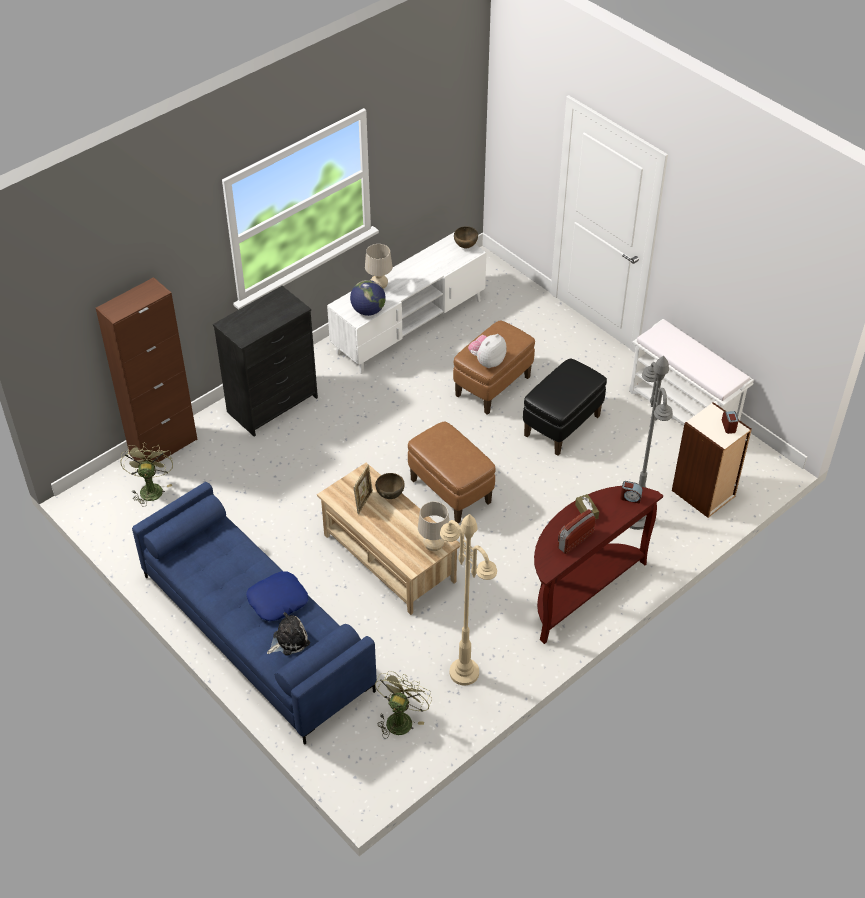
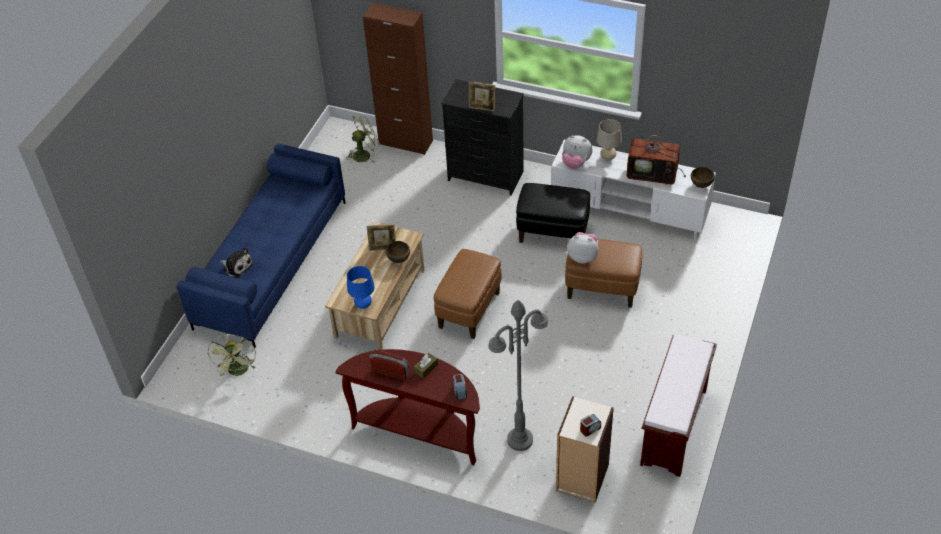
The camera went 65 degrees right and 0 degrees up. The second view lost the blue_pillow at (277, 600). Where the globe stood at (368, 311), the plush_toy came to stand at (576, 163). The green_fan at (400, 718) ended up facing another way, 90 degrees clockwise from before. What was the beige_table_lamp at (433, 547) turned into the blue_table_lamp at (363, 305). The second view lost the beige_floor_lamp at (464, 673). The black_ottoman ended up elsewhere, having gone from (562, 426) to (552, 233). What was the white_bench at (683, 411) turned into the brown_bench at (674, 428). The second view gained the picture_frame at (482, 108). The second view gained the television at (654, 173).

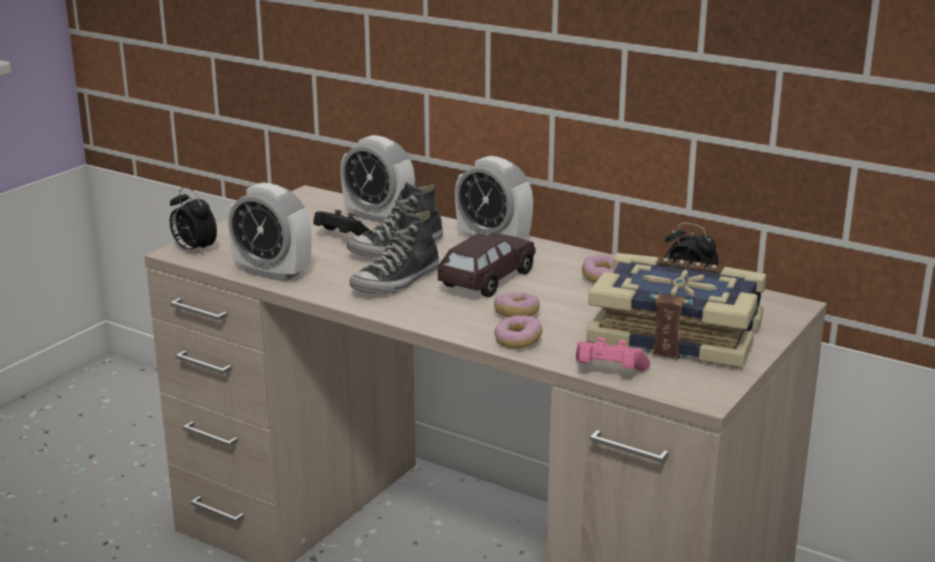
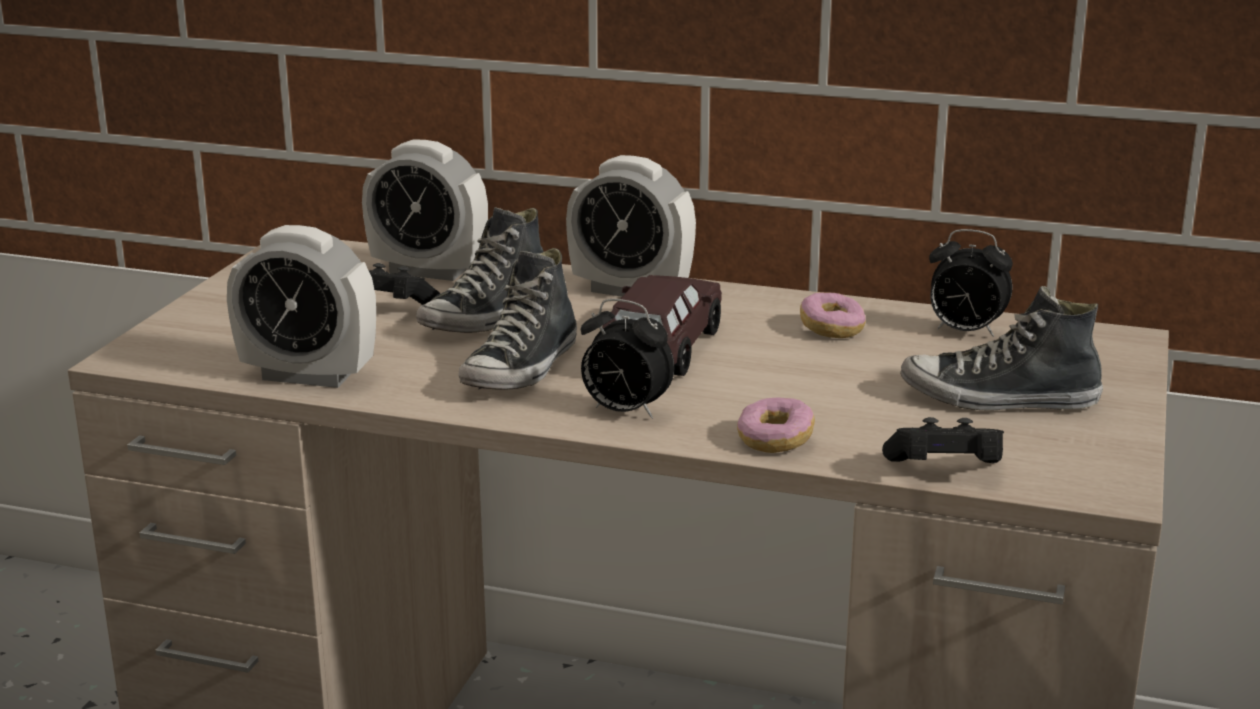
The camera went 15 degrees left and 0 degrees up. The alarm_clock ended up elsewhere, having gone from (194, 250) to (624, 411). The second view lost the donut at (516, 314). What was the pink_game_controller at (608, 372) turned into the black_game_controller at (945, 471). Where the book stood at (676, 333), the shoe came to stand at (999, 399).

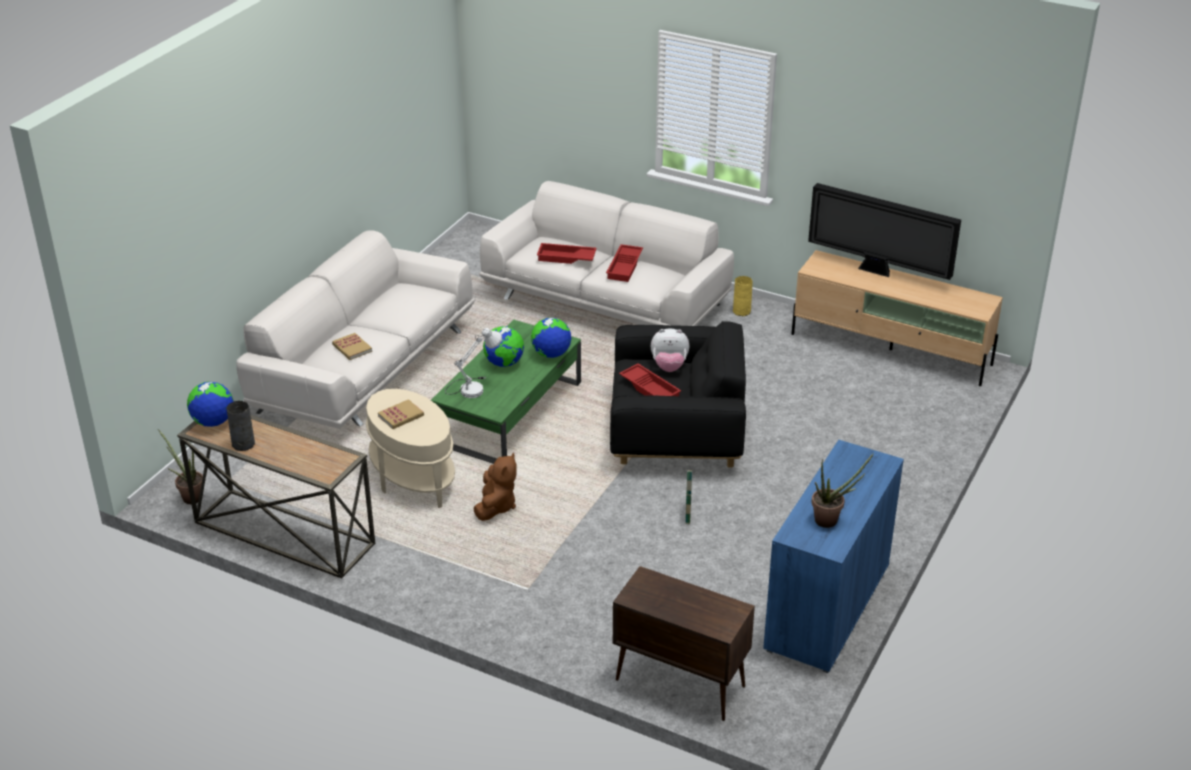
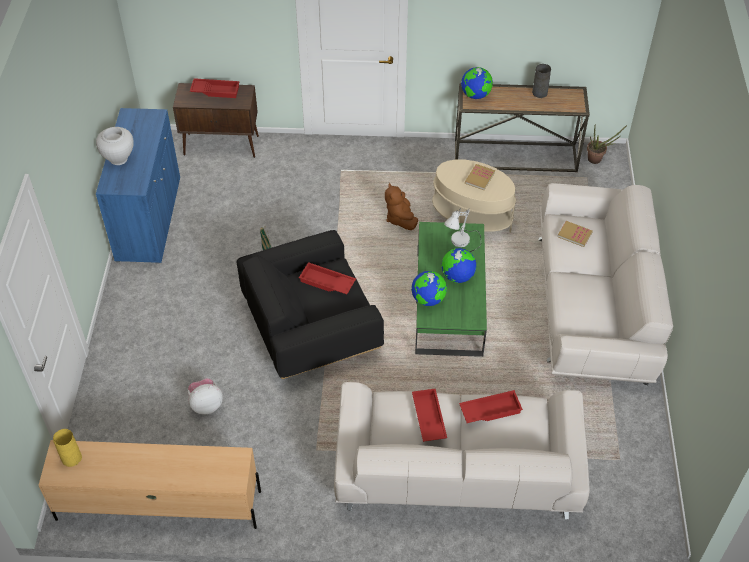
The camera went 155 degrees right and 15 degrees up. The globe ended up elsewhere, having gone from (213, 422) to (475, 95). The plush_toy ended up elsewhere, having gone from (669, 367) to (206, 404). The yellow_vase ended up elsewhere, having gone from (741, 312) to (71, 458). The second view lost the television at (877, 271). The second view lost the potted_plant at (831, 520). The second view gained the white_vase at (118, 158). The second view gained the red_tray at (216, 90).

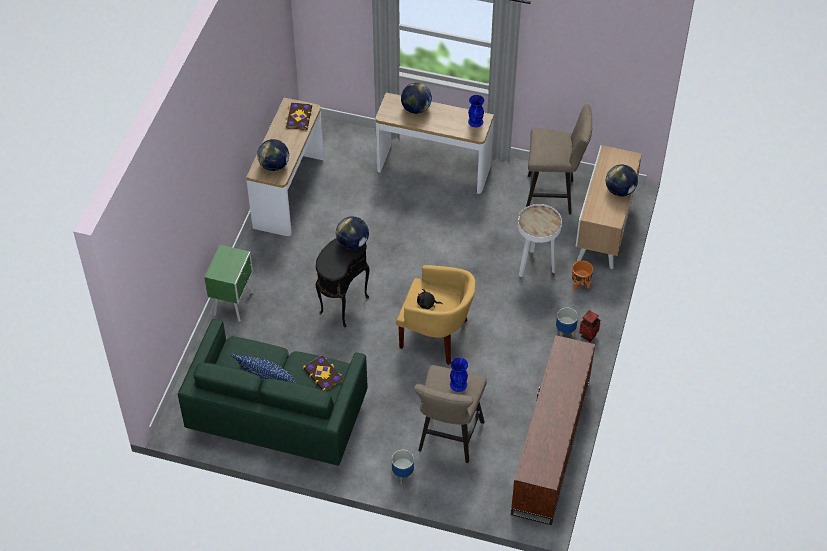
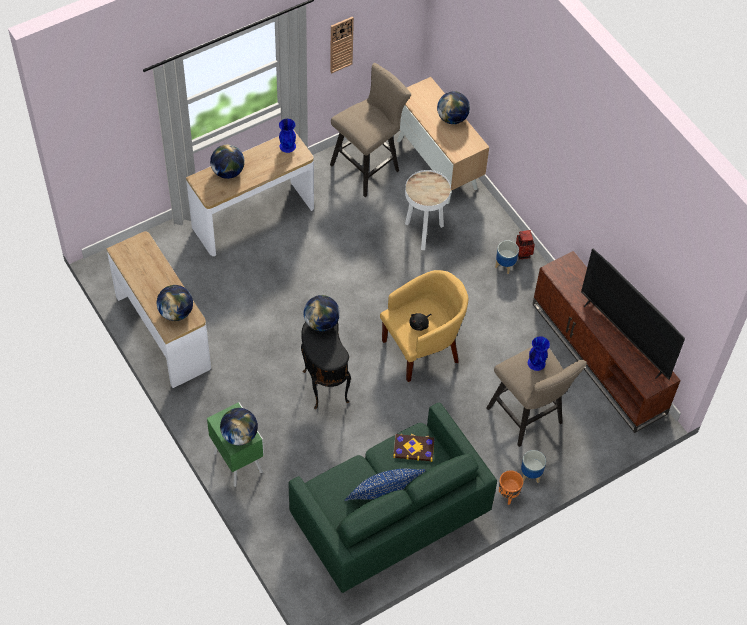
The camera went 50 degrees left and 5 degrees up. The second view lost the book at (298, 117). The orange_planter ended up elsewhere, having gone from (580, 285) to (508, 495). The second view gained the globe at (239, 435). The second view gained the wall_clock at (341, 44). The second view gained the television at (624, 338).

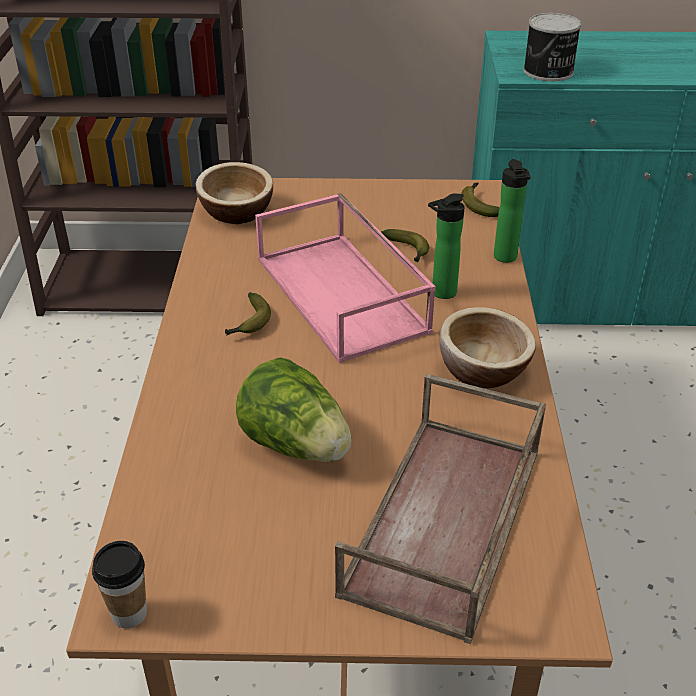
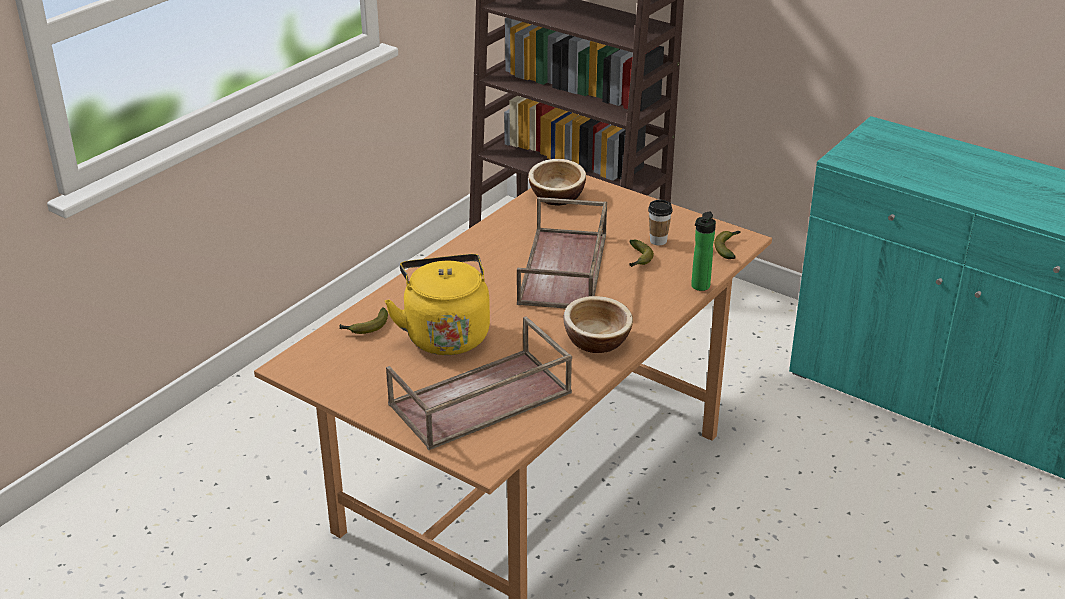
The camera went 35 degrees right and 5 degrees down. The cup ended up elsewhere, having gone from (129, 613) to (658, 241). The banana ended up elsewhere, having gone from (249, 323) to (365, 327). Where the lettuce stood at (296, 444), the yellow_kettle came to stand at (445, 334). What was the pink_tray at (343, 295) turned into the brown_tray at (564, 269). The second view lost the bottle at (441, 293). The second view lost the can at (549, 72).

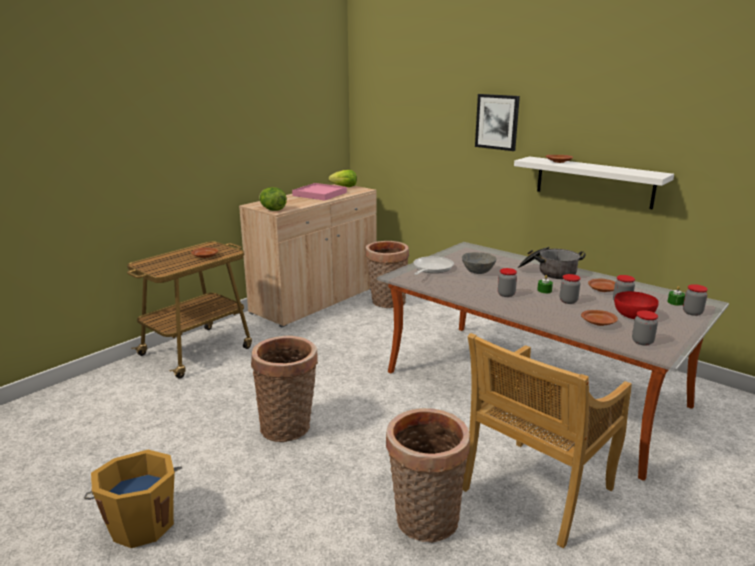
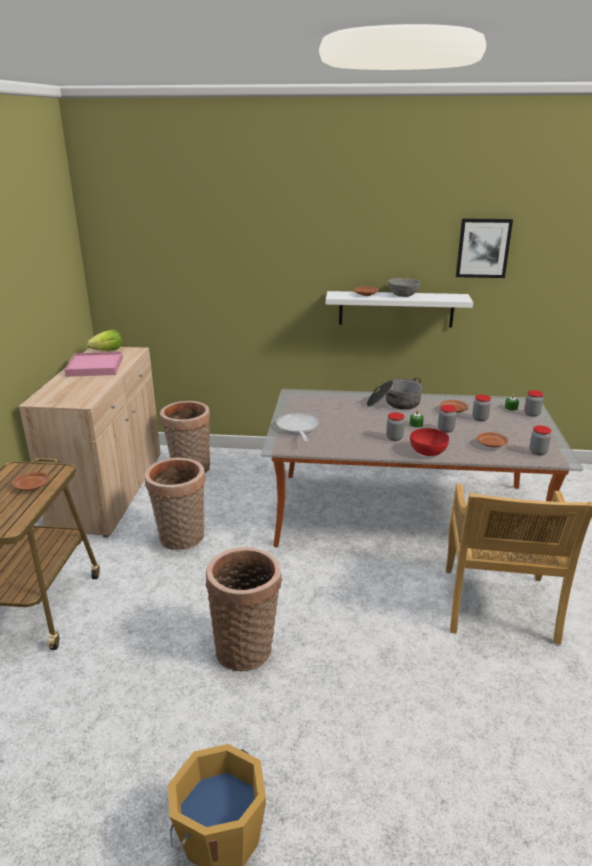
The camera went 35 degrees left and 5 degrees up. The second view lost the lettuce at (273, 210). The basket ended up elsewhere, having gone from (425, 523) to (181, 539). The grey_bowl ended up elsewhere, having gone from (478, 272) to (403, 295). The picture ended up elsewhere, having gone from (497, 122) to (483, 248). The red_bowl ended up elsewhere, having gone from (633, 316) to (428, 452).

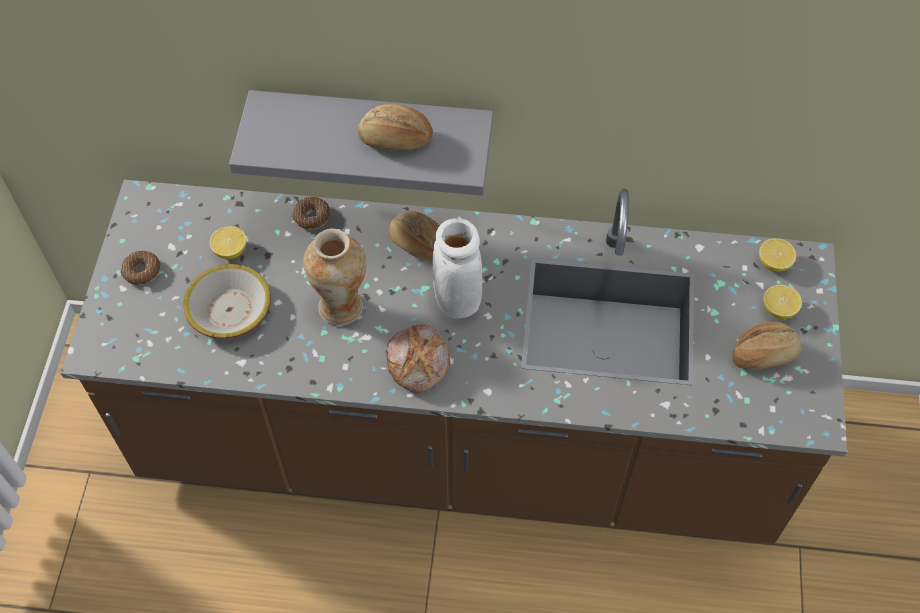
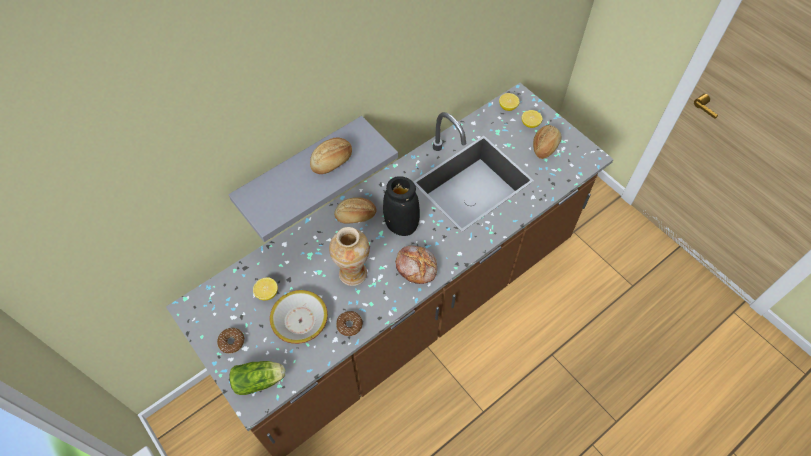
The camera went 45 degrees left and 0 degrees up. The donut ended up elsewhere, having gone from (312, 217) to (349, 325). What was the white_vase at (457, 299) turned into the black_vase at (401, 225). The second view gained the lettuce at (260, 380).

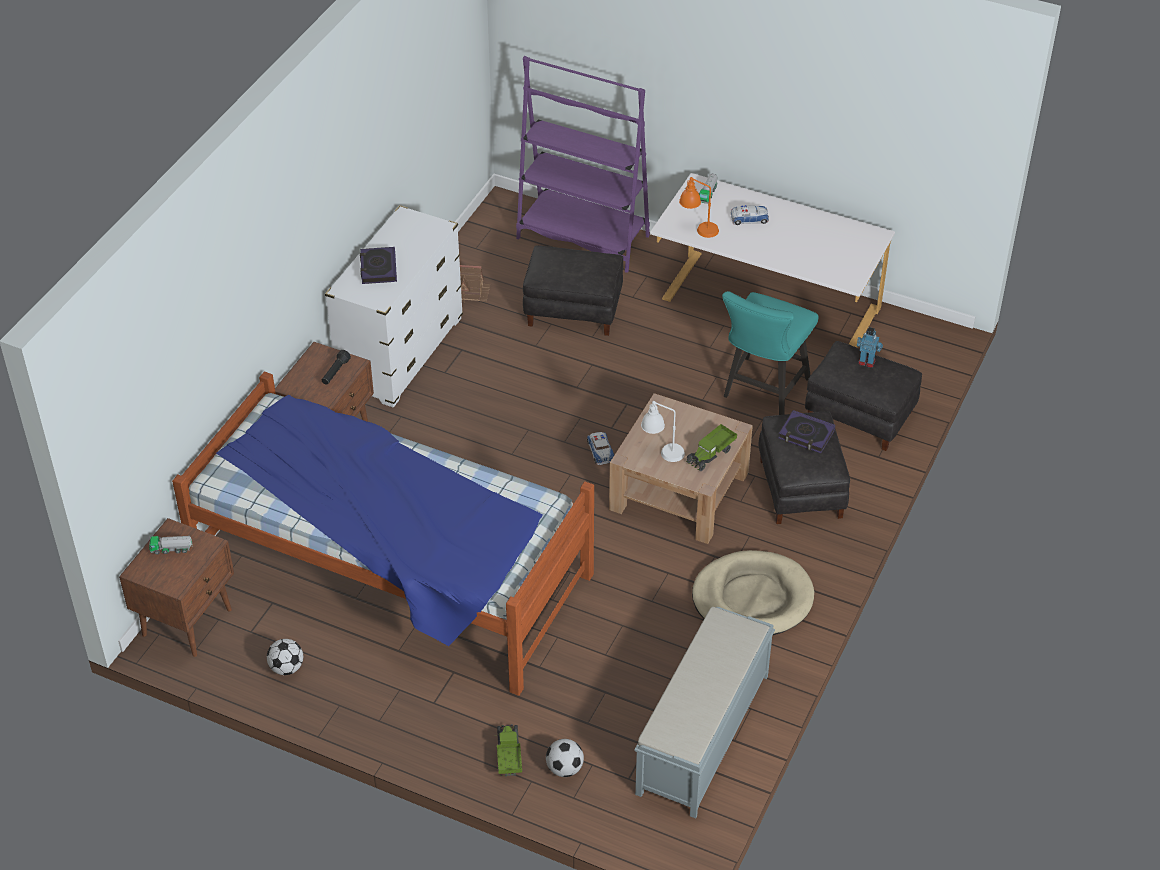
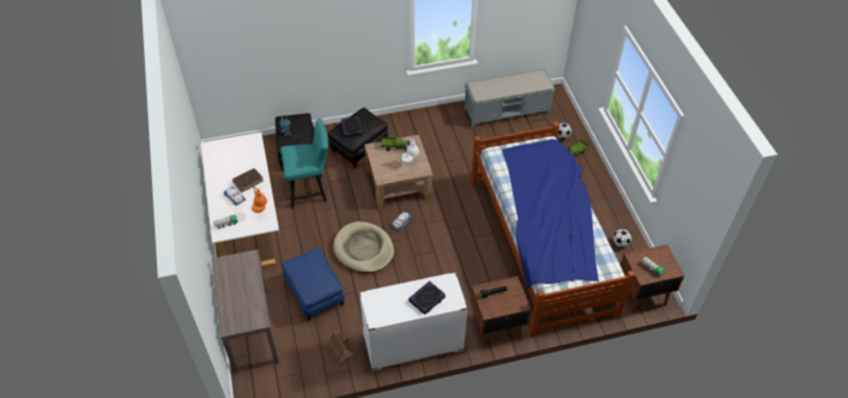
The camera went 130 degrees left and 5 degrees up. Where the purple_bookcase stood at (583, 237), the brown_console_table came to stand at (251, 328). What was the black_ottoman at (574, 310) turned into the blue_ottoman at (314, 293). The beige_dog_bed ended up elsewhere, having gone from (752, 598) to (364, 249). The second view gained the brown_book at (248, 182).

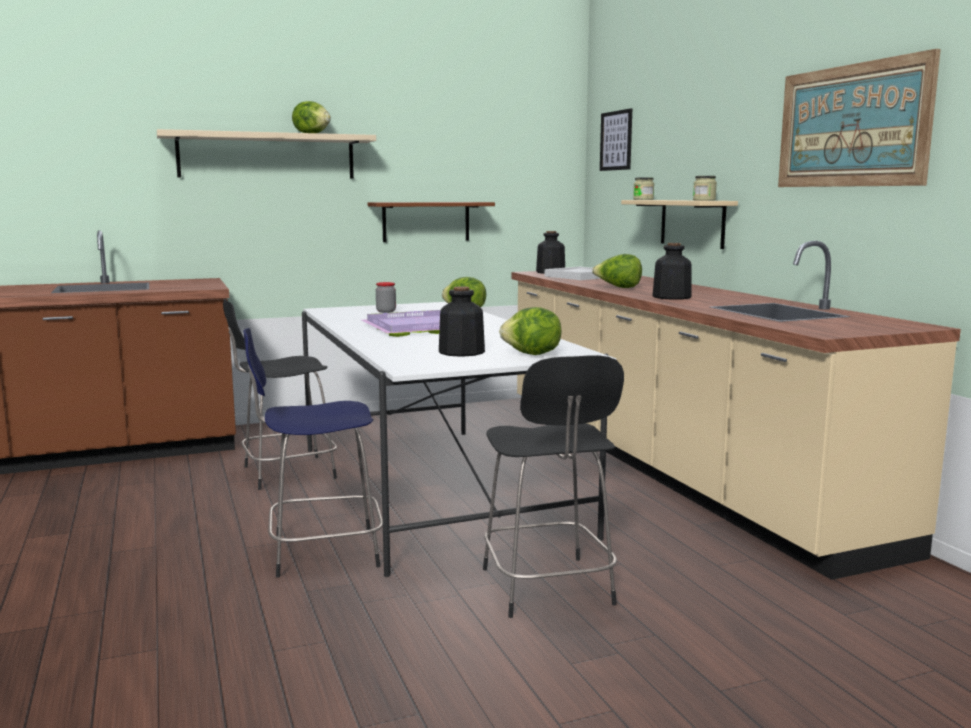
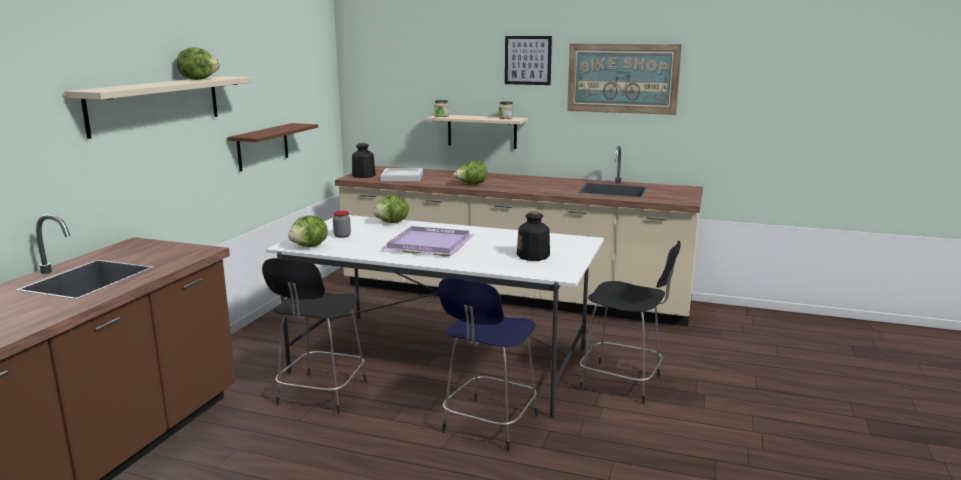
The camera went 50 degrees left and 5 degrees up. The lettuce ended up elsewhere, having gone from (532, 355) to (310, 246). The picture ended up elsewhere, having gone from (616, 140) to (528, 60). The second view lost the bottle at (671, 297).

